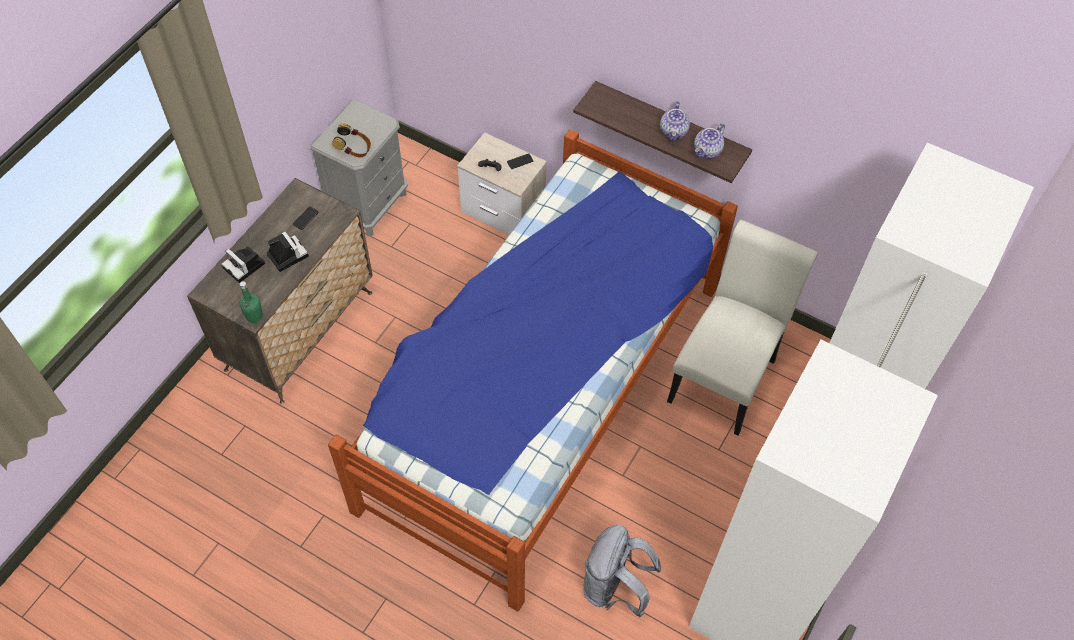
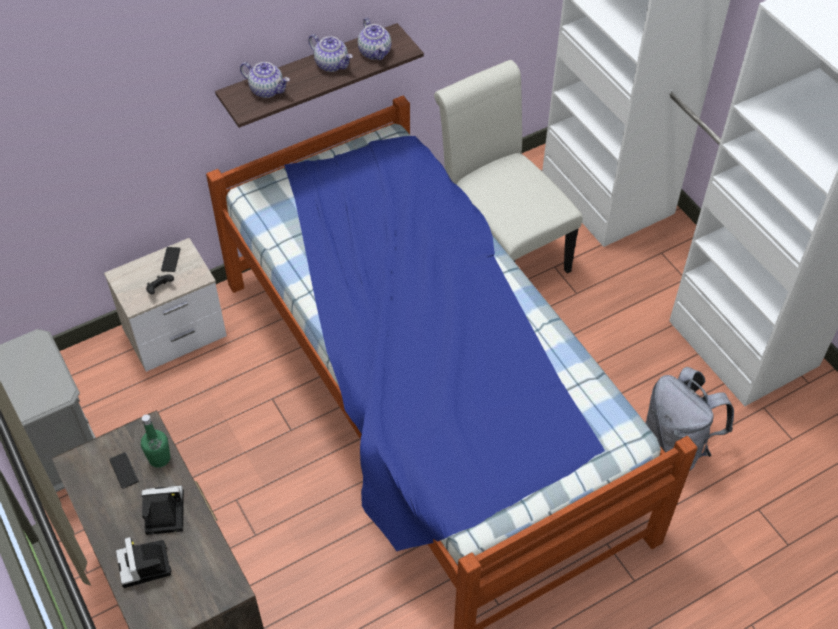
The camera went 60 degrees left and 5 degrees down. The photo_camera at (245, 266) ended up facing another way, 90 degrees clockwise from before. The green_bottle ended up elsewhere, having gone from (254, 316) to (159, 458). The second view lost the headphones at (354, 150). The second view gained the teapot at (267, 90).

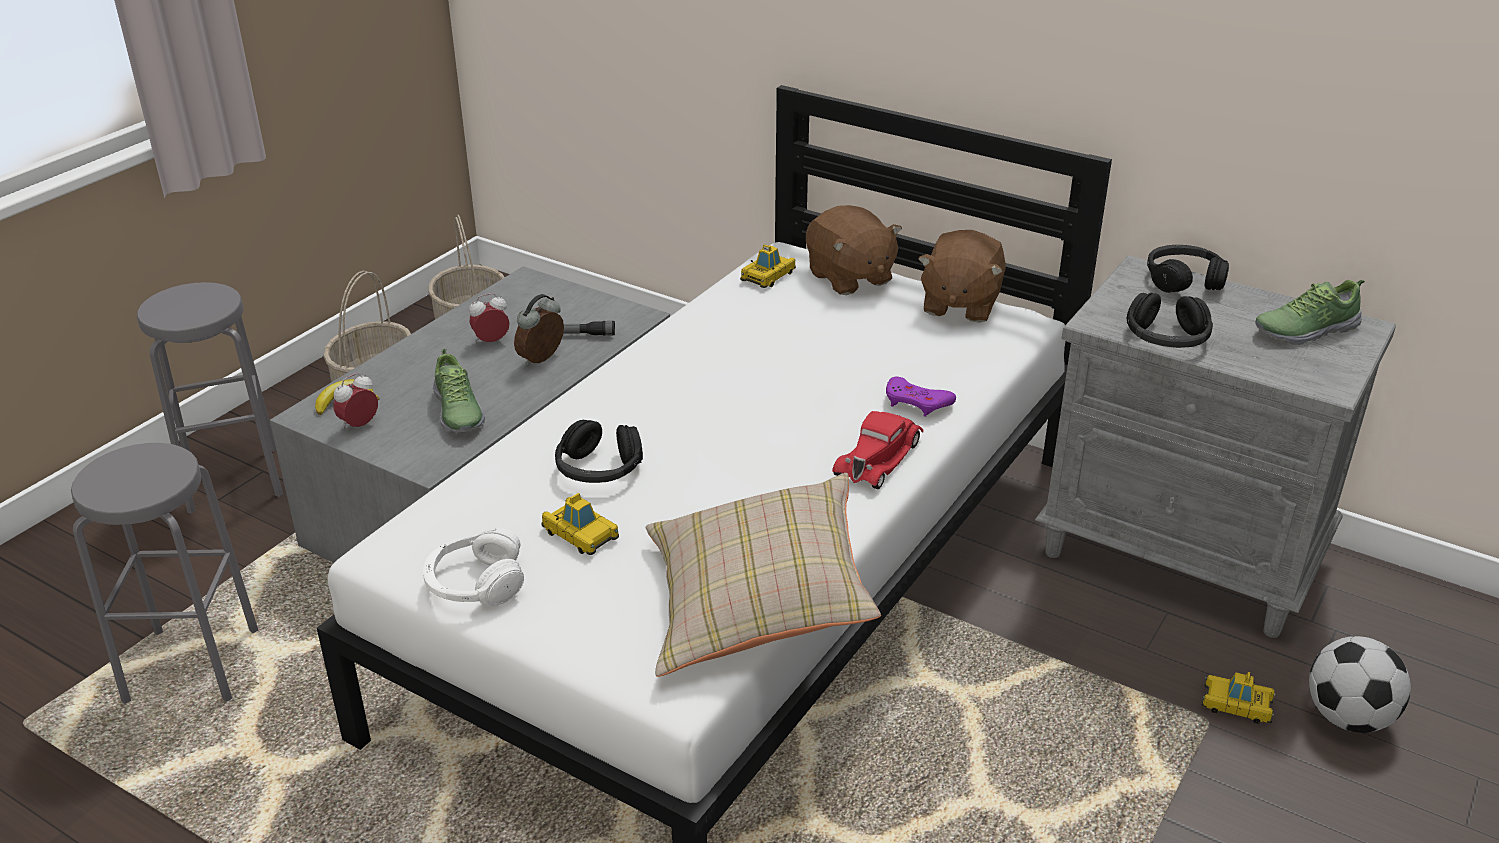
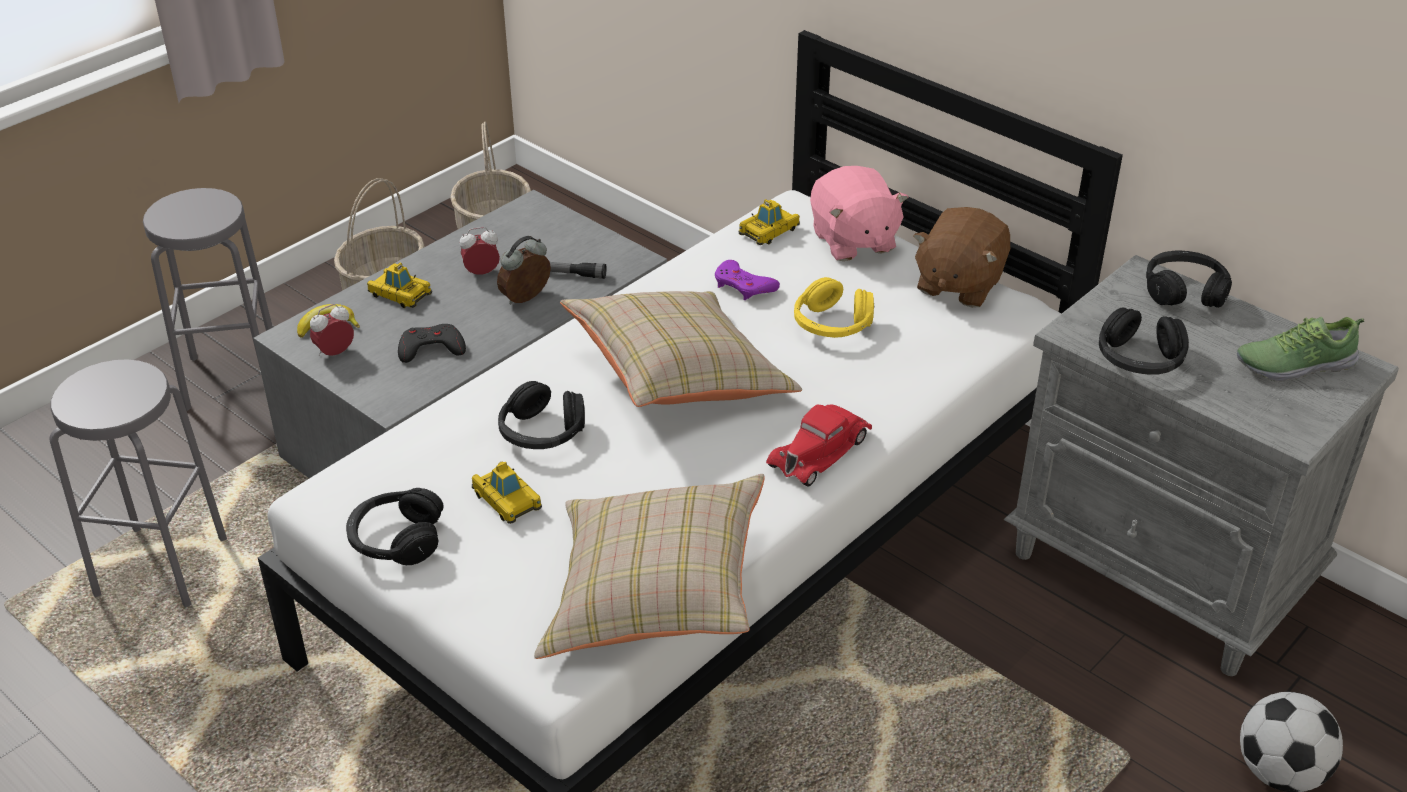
The camera went 10 degrees right and 5 degrees up. What was the white_headphones at (475, 583) turned into the black_headphones at (396, 539). Where the shoe stood at (457, 412), the black_game_controller came to stand at (431, 348). What was the brown_plush_toy at (849, 278) turned into the pink_plush_toy at (852, 241). The purple_game_controller ended up elsewhere, having gone from (917, 402) to (743, 286). The toy_car ended up elsewhere, having gone from (1236, 705) to (400, 294). The second view gained the beige_pillow at (678, 377). The second view gained the yellow_headphones at (832, 324).

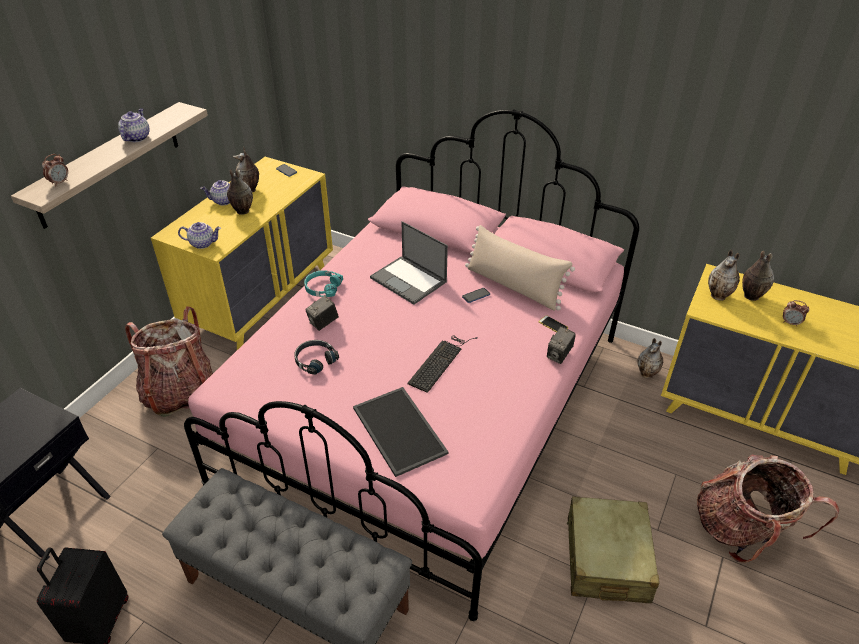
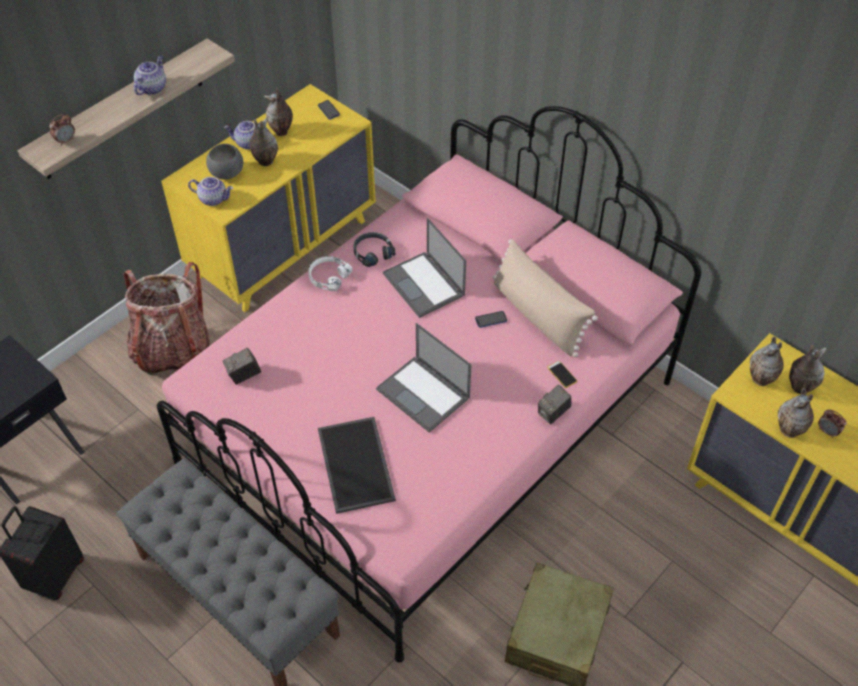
The camera went 15 degrees right and 10 degrees up. The black_headphones ended up elsewhere, having gone from (315, 360) to (372, 252). What was the turquoise_headphones at (322, 288) turned into the white_headphones at (328, 277). The photo_camera ended up elsewhere, having gone from (323, 323) to (244, 375). Where the keyboard stood at (440, 361), the laptop came to stand at (424, 394). The vase ended up elsewhere, having gone from (647, 374) to (790, 431). The second view lost the backpack at (742, 530). The second view gained the grey_bowl at (226, 173).

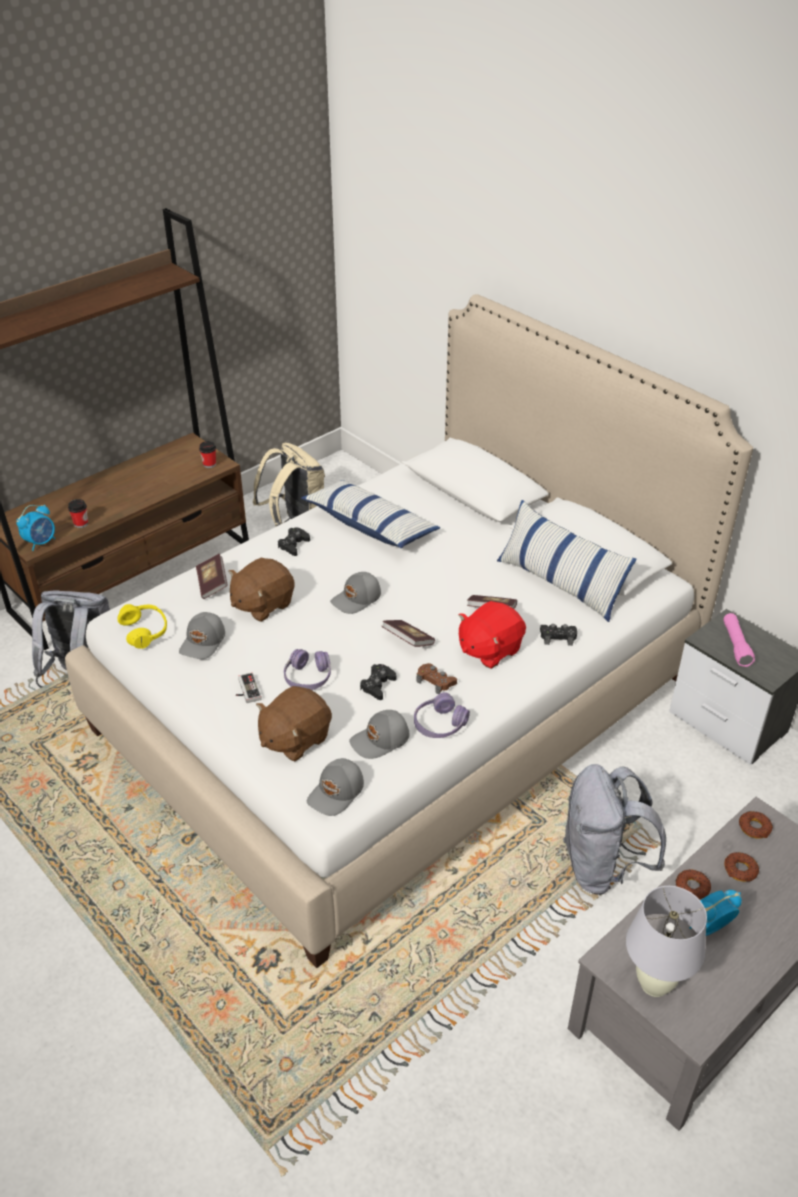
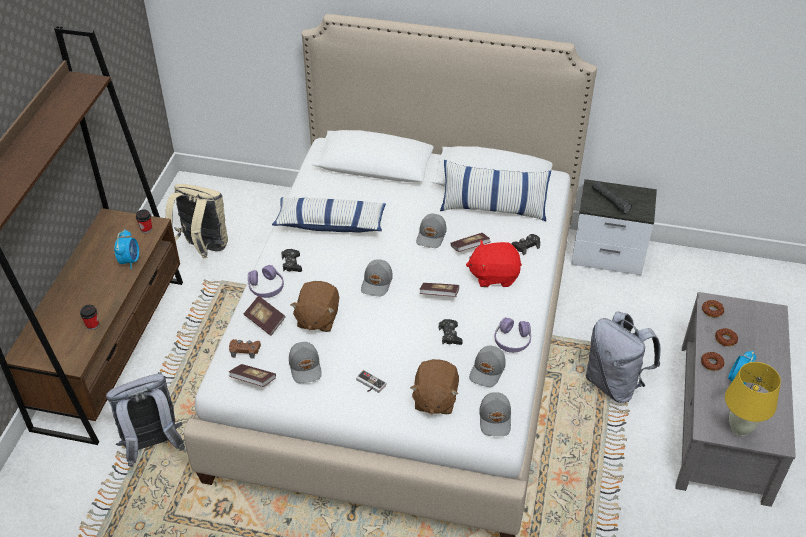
The camera went 35 degrees left and 5 degrees up. The alarm_clock ended up elsewhere, having gone from (41, 542) to (130, 260). Where the yellow_headphones stood at (145, 631), the book came to stand at (253, 380). The purple_headphones ended up elsewhere, having gone from (308, 677) to (266, 287). The brown_game_controller ended up elsewhere, having gone from (435, 681) to (245, 350). The red_plush_toy at (489, 649) ended up facing another way, 75 degrees clockwise from before. What was the white_table_lamp at (654, 984) turned into the yellow_table_lamp at (739, 428). What was the pink_flashlight at (736, 645) turned into the black_flashlight at (610, 201). The second view gained the grey_cap at (432, 235).

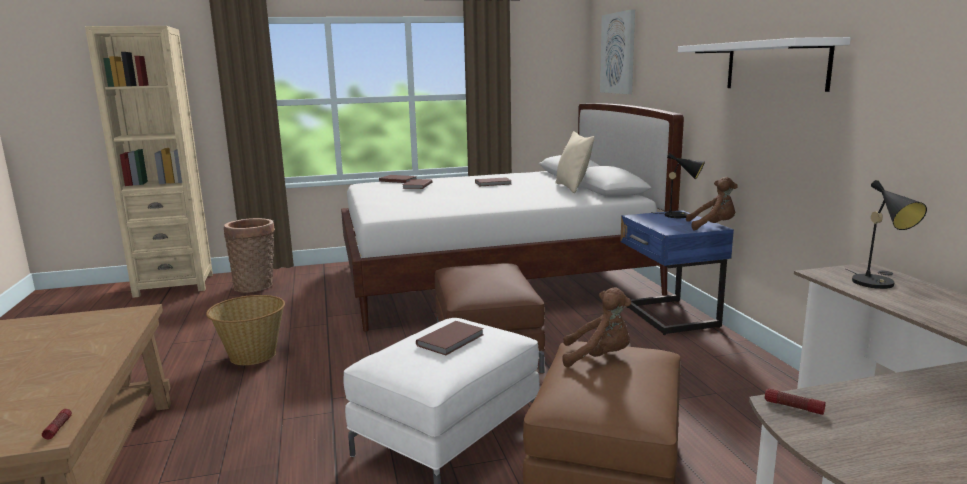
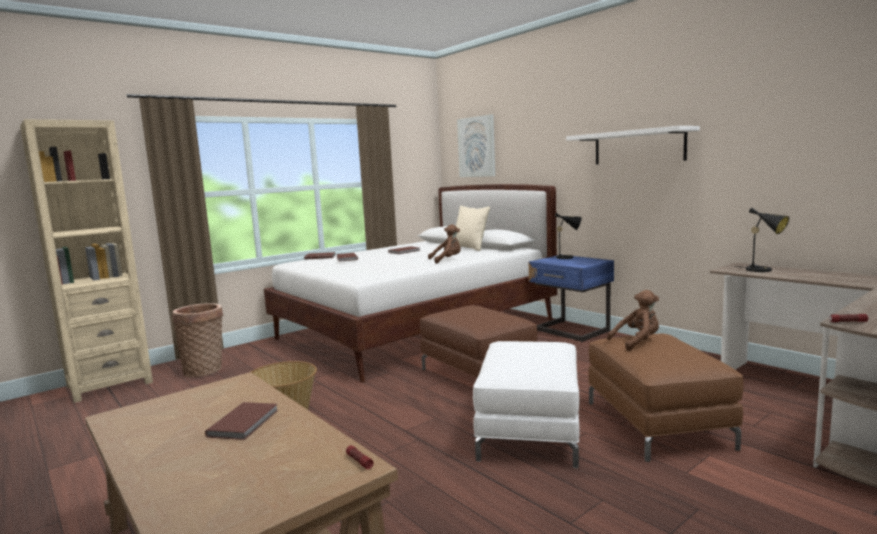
The camera went 25 degrees left and 5 degrees down. The brown_book ended up elsewhere, having gone from (452, 340) to (245, 423). The brown_plush_toy ended up elsewhere, having gone from (713, 226) to (447, 260).

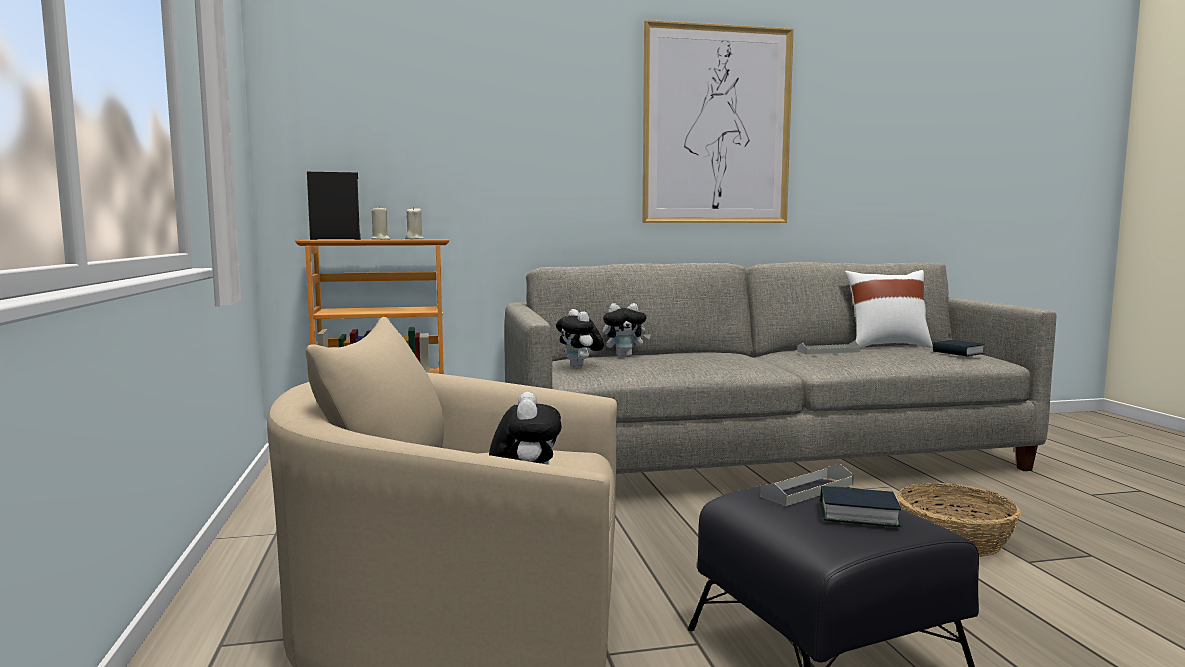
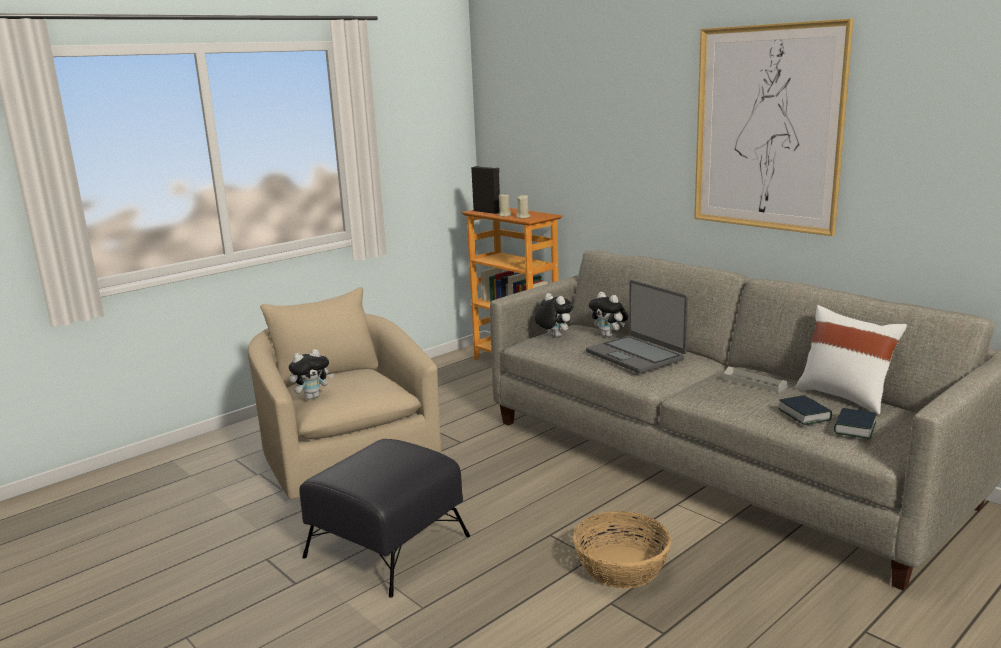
The camera went 60 degrees right and 10 degrees up. The plush_toy at (580, 367) ended up facing another way, 105 degrees clockwise from before. The second view lost the grey_tray at (807, 490). The book ended up elsewhere, having gone from (858, 514) to (804, 415). The second view gained the laptop at (635, 355).

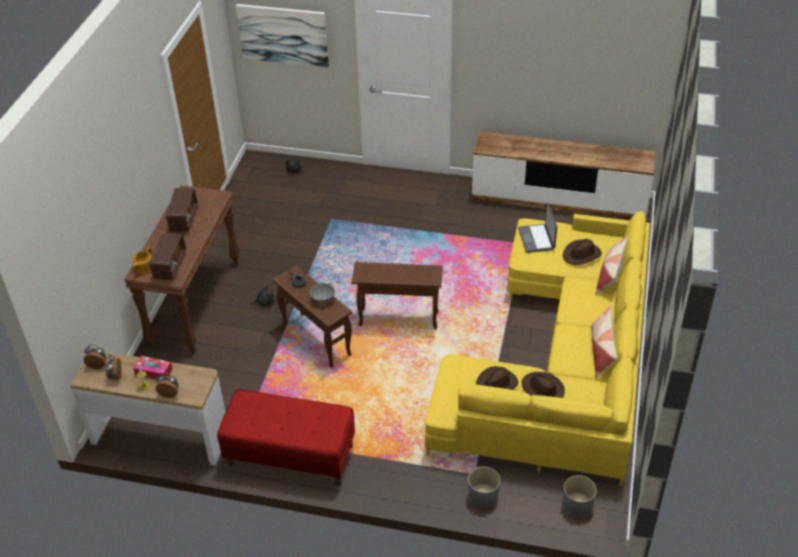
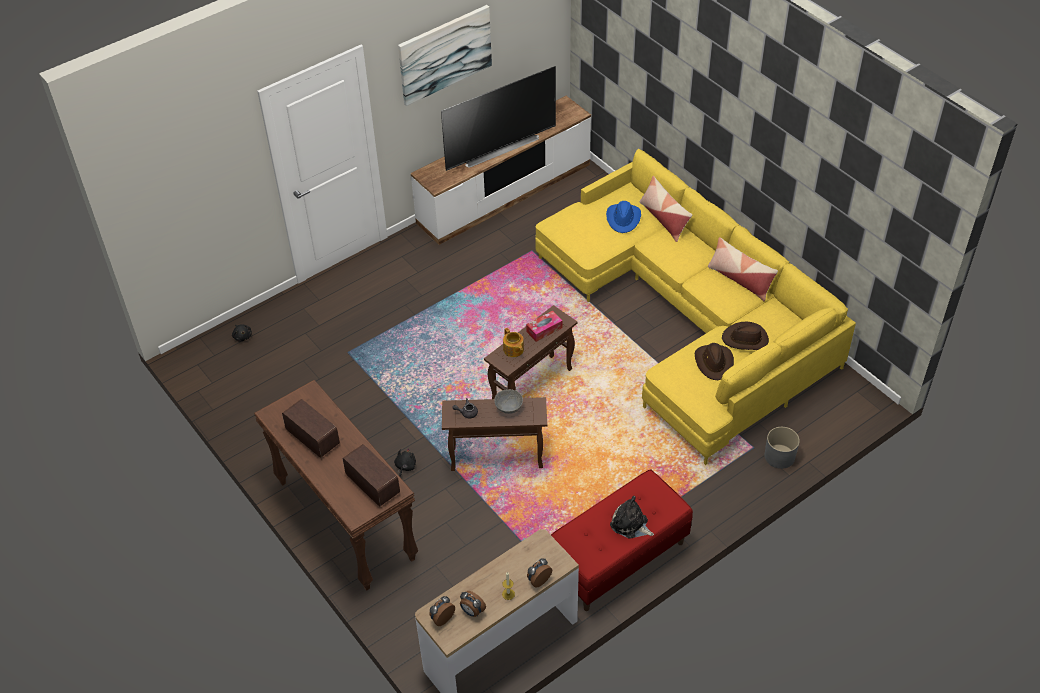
The camera went 50 degrees left and 5 degrees up. The teapot ended up elsewhere, having gone from (144, 268) to (513, 350). The tissue_box ended up elsewhere, having gone from (154, 372) to (544, 329). The picture ended up elsewhere, having gone from (283, 35) to (445, 54). The second view lost the laptop at (537, 239). The second view lost the grey_planter at (577, 505). What was the brown_hat at (581, 255) turned into the blue_hat at (623, 219). The second view gained the television at (498, 147). The second view gained the plush_toy at (630, 524).

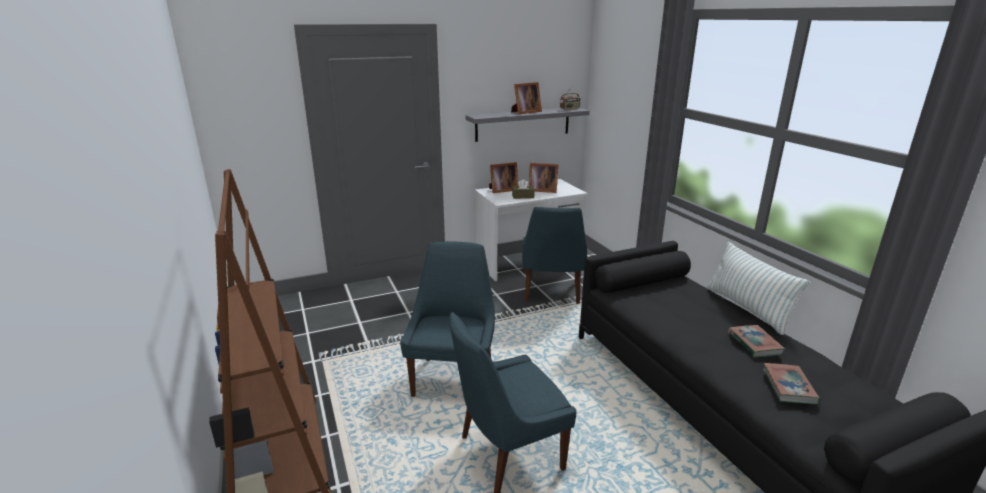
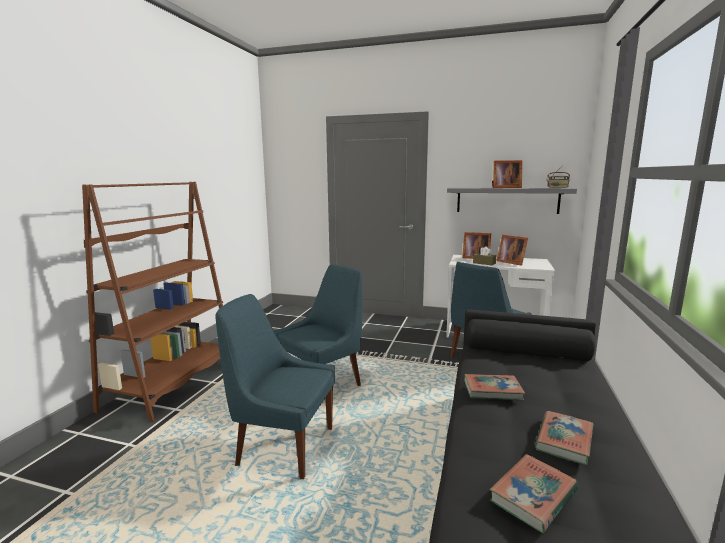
The camera went 40 degrees right and 10 degrees down. The second view lost the pillow at (747, 308). The second view gained the book at (492, 390).

